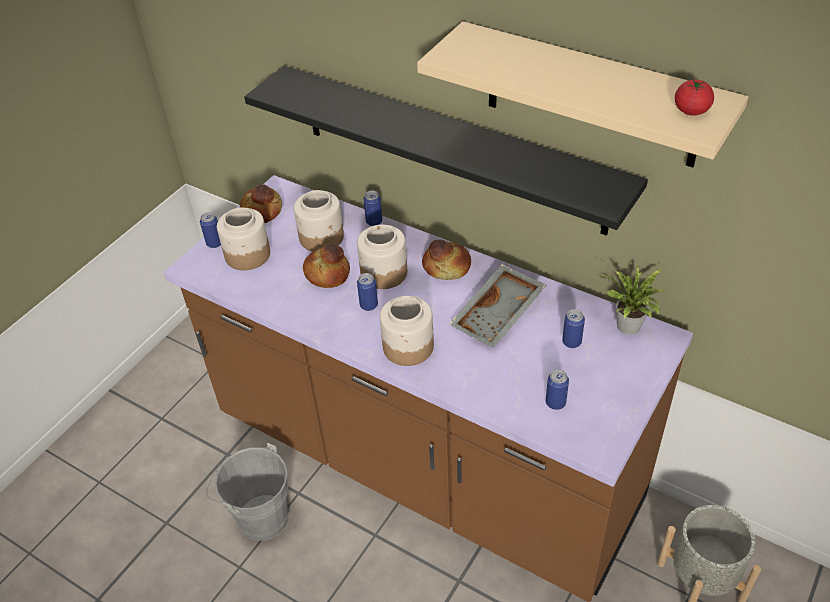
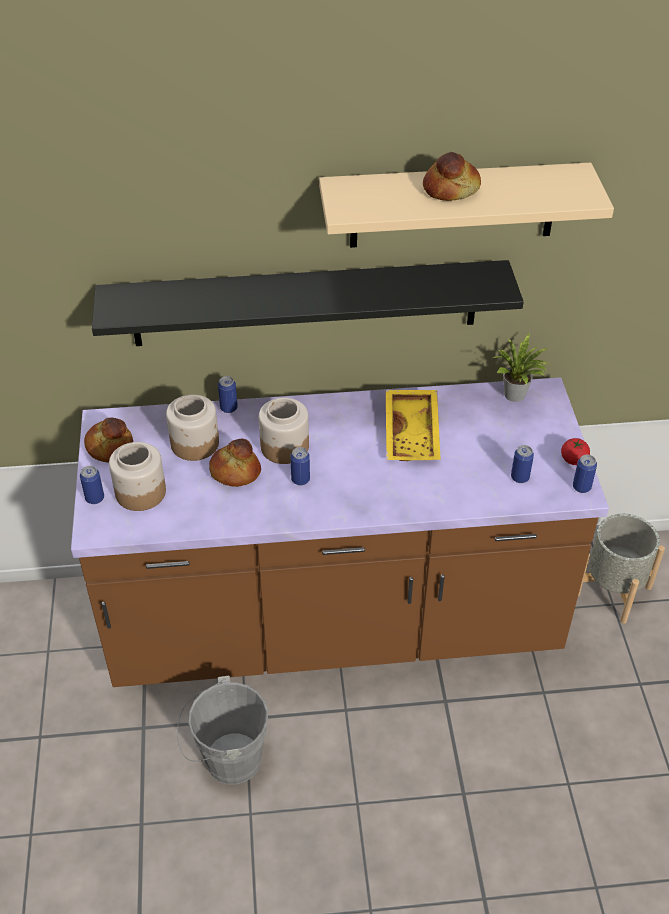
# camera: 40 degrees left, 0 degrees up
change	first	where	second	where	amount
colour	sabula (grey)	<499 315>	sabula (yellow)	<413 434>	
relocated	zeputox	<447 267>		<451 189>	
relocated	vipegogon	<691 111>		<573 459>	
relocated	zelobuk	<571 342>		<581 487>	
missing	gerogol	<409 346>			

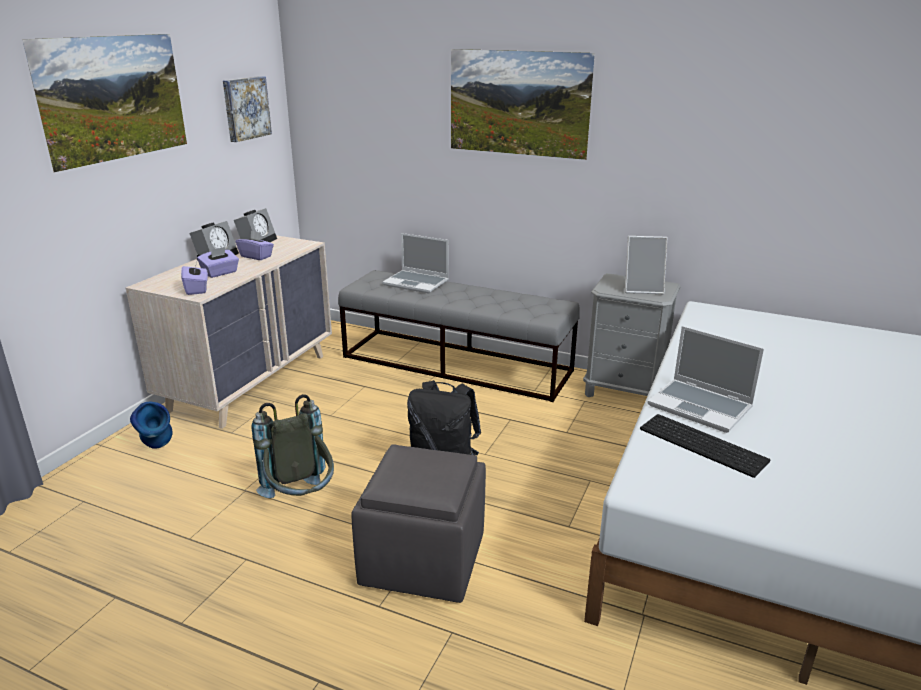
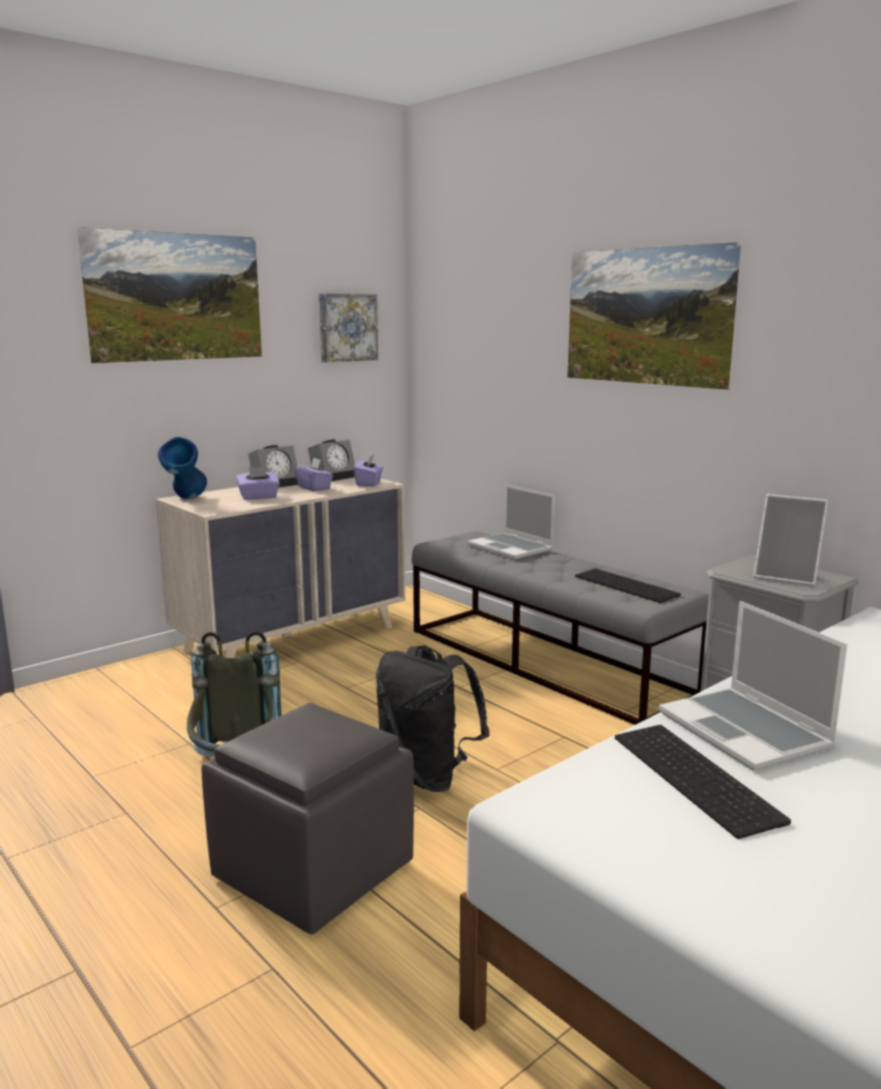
# camera: 25 degrees right, 10 degrees down
change	first	where	second	where	amount
relocated	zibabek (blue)	<158 450>		<186 500>	
relocated	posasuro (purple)	<197 289>		<369 483>	
appeared			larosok	<628 585>	

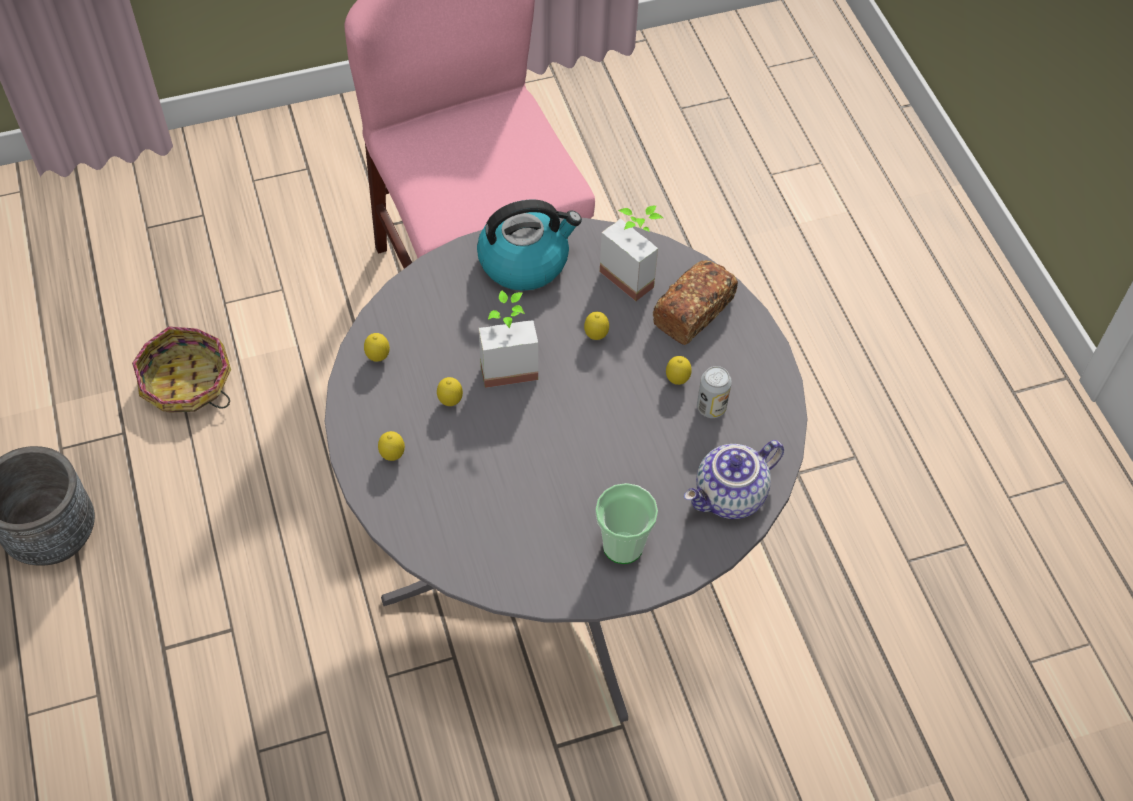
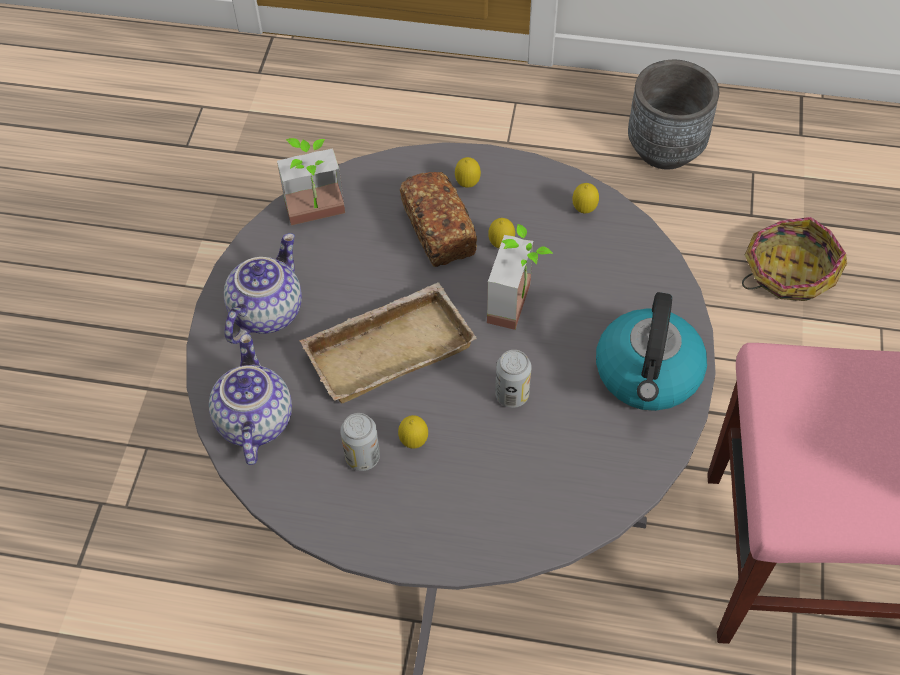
# camera: 120 degrees right, 0 degrees up
change	first	where	second	where	amount
exchanged	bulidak	<623 546>	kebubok	<265 311>	
relocated	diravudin	<634 273>		<317 217>	
appeared			sabula (beige)	<389 347>	
relocated	zeputox	<693 312>		<439 231>	
exchanged	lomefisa	<596 336>	zelobuk	<512 395>	

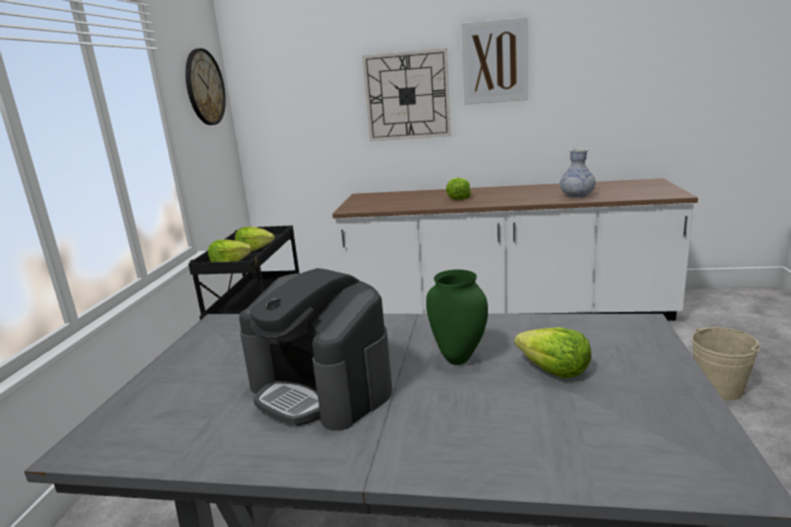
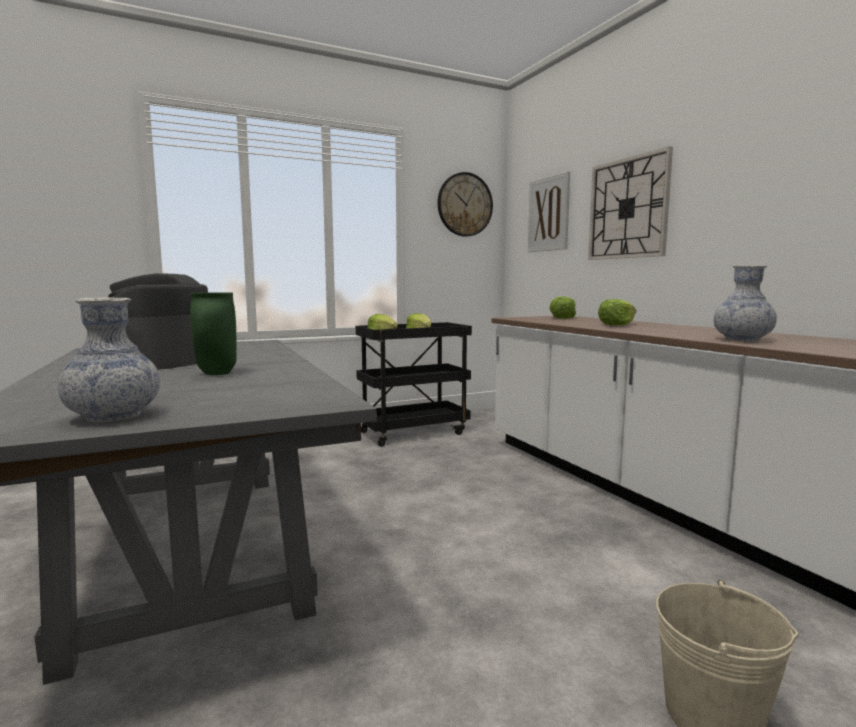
# camera: 55 degrees right, 10 degrees down
change	first	where	second	where	amount
appeared			zibabek	<114 416>	
relocated	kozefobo	<494 62>		<548 214>	
relocated	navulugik	<554 370>		<561 318>	

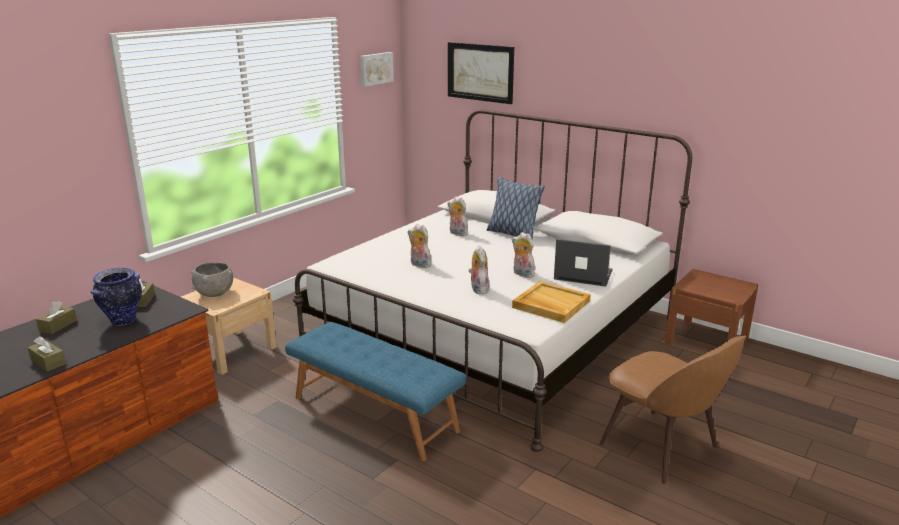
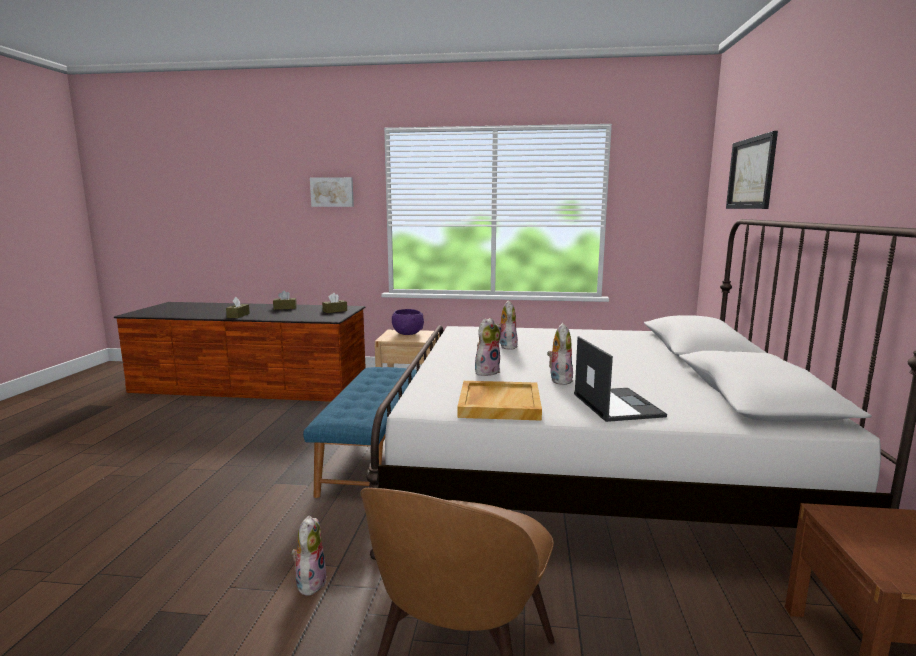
# camera: 60 degrees right, 10 degrees down
change	first	where	second	where	amount
relocated	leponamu	<457 233>		<310 582>	
relocated	kozefobo	<375 68>		<332 192>	
colour	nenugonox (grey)	<215 293>	nenugonox (purple)	<408 333>	
missing	zibabek	<123 321>			
missing	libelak	<512 234>			

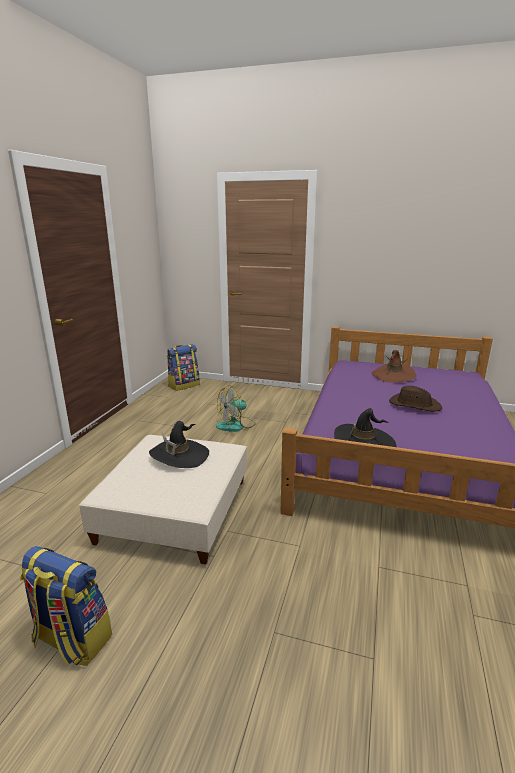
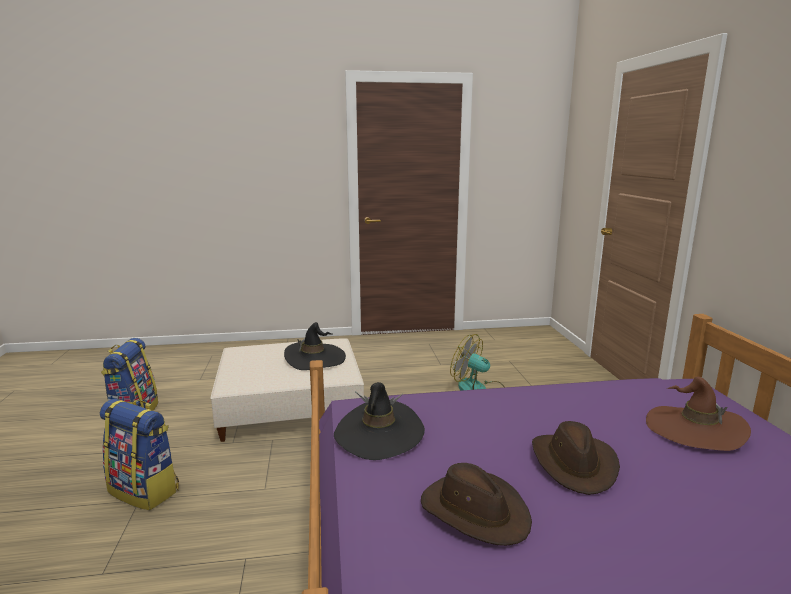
# camera: 65 degrees right, 5 degrees down
change	first	where	second	where	amount
relocated	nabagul	<184 385>		<145 490>	
appeared			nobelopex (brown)	<475 511>	

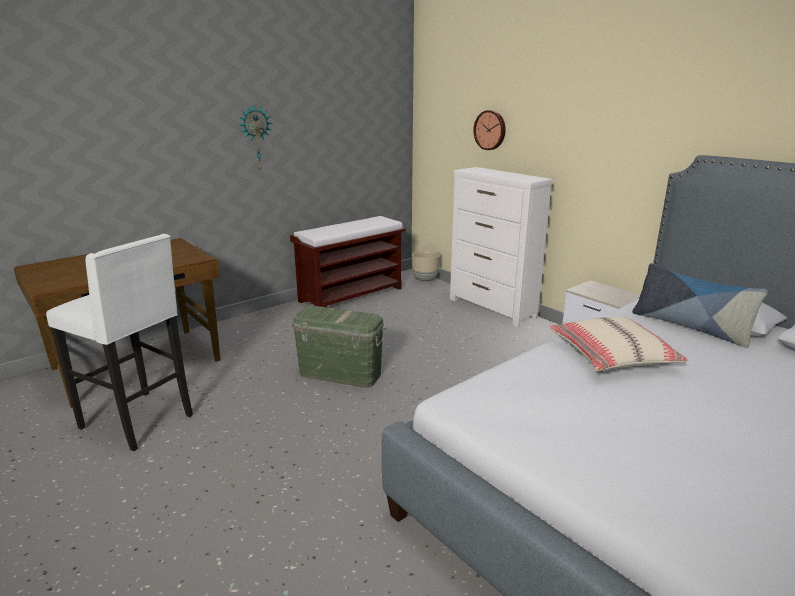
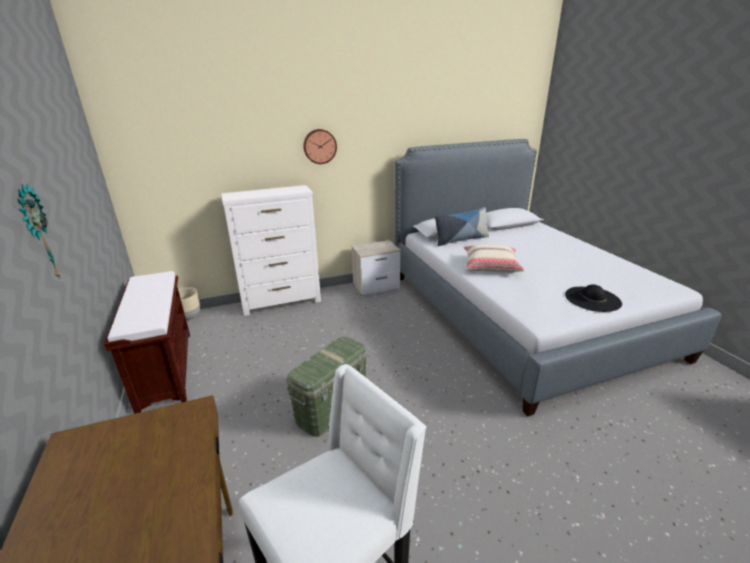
# camera: 70 degrees left, 5 degrees up
change	first	where	second	where	amount
relocated	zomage	<490 130>		<319 146>	
appeared			nobelopex (black)	<592 299>	

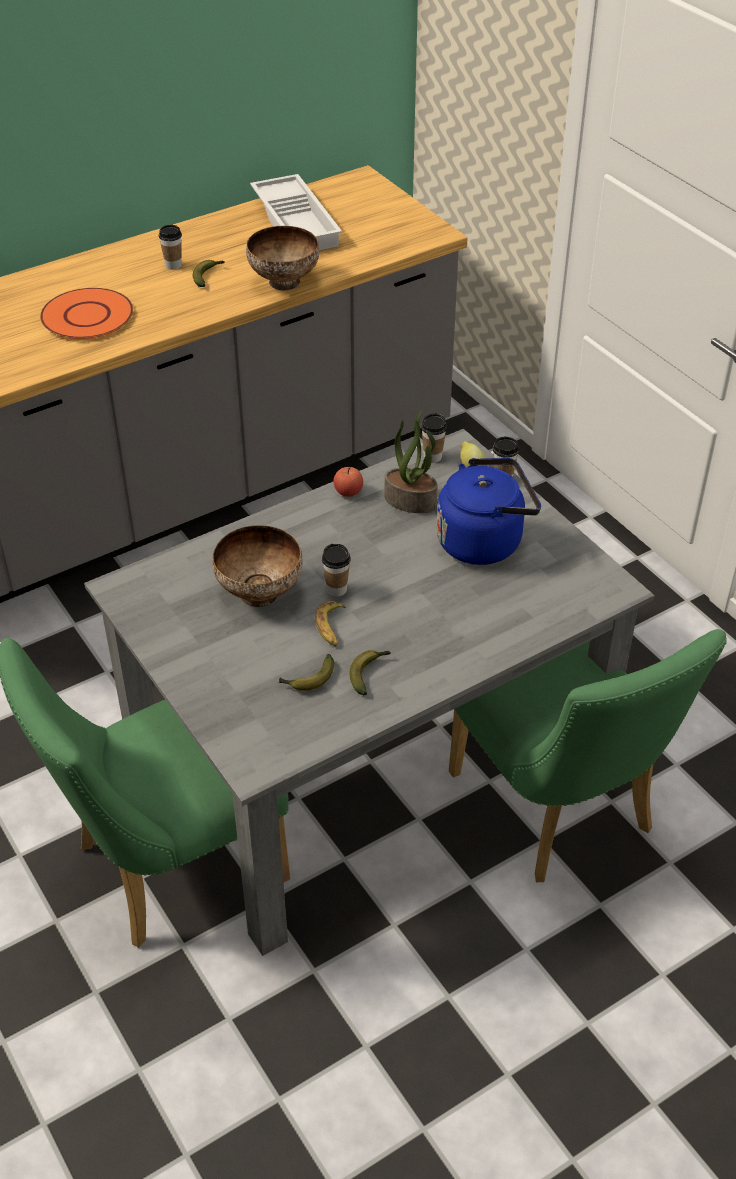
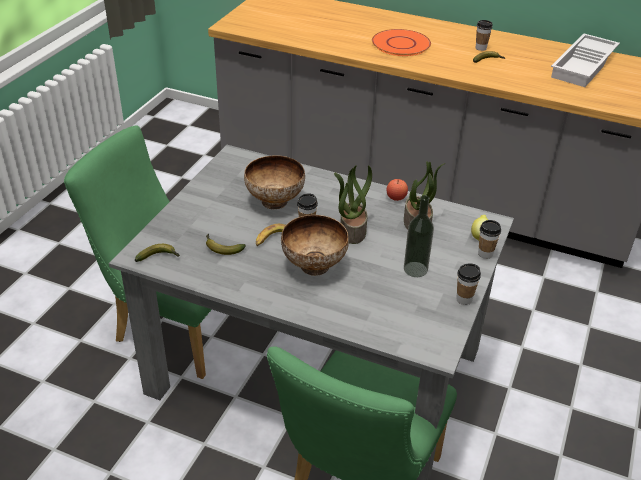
# camera: 55 degrees right, 5 degrees down
change	first	where	second	where	amount
relocated	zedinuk	<369 673>		<159 257>	
relocated	nenugonox	<283 282>		<313 266>	
appeared			diravudin	<352 230>	
exchanged	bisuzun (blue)	<484 541>	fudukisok	<415 269>	
relocated	bulidak	<432 457>		<464 299>	

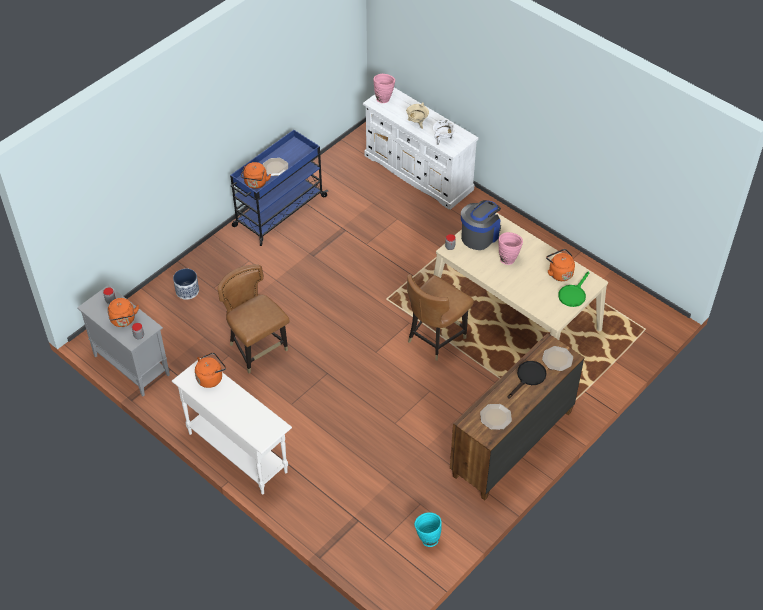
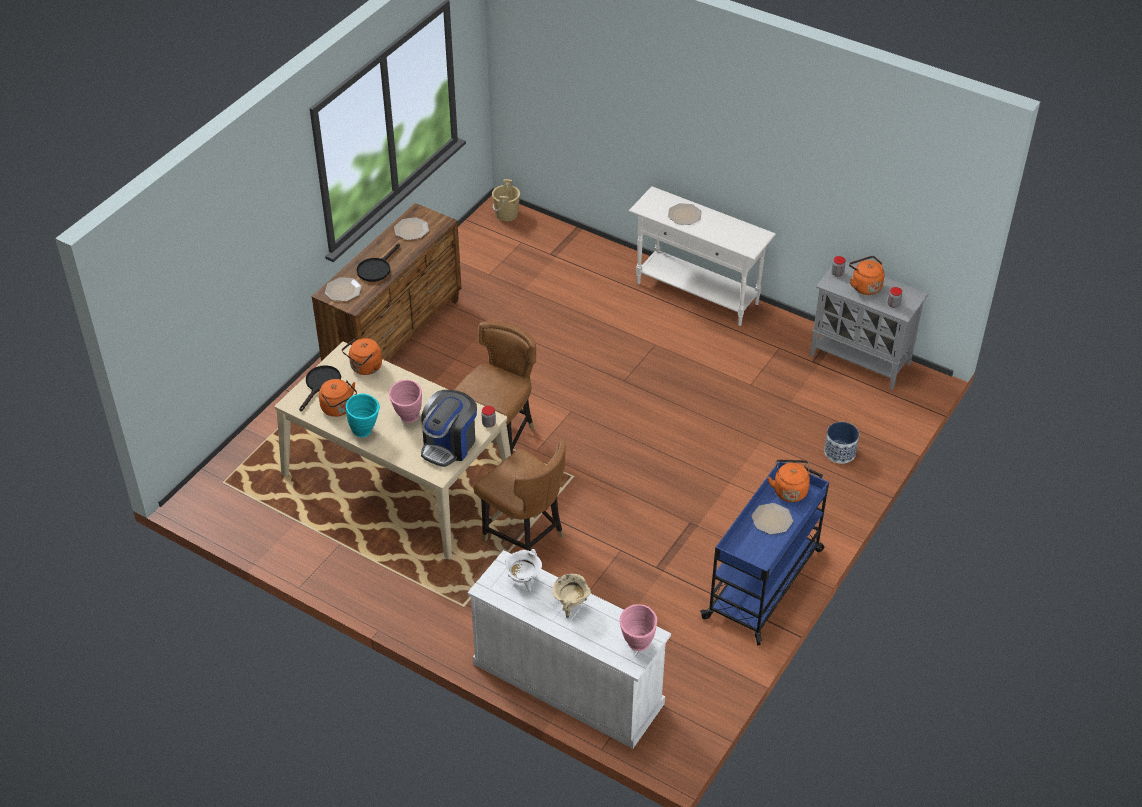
# camera: 170 degrees right, 5 degrees down
change	first	where	second	where	amount
colour	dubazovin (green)	<573 294>	dubazovin (black)	<321 385>	
relocated	bisuzun (orange)	<211 378>		<365 368>	
relocated	zibabek (turquoise)	<427 538>		<366 432>	
relocated	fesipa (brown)	<257 349>		<524 536>	
appeared			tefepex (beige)	<506 214>	
appeared			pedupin	<684 215>	

